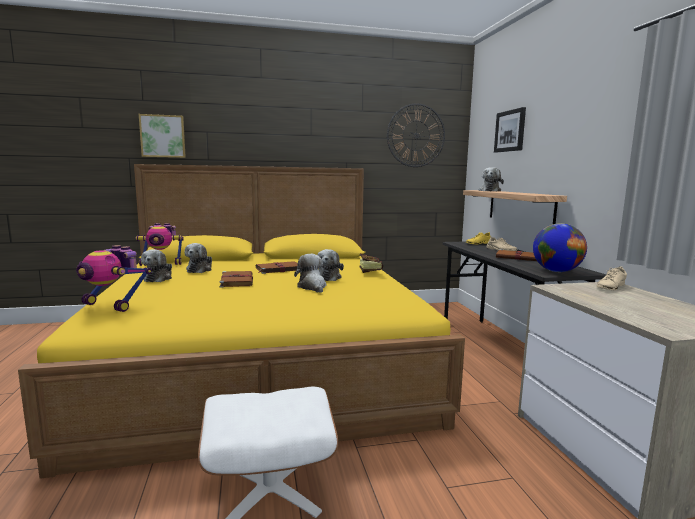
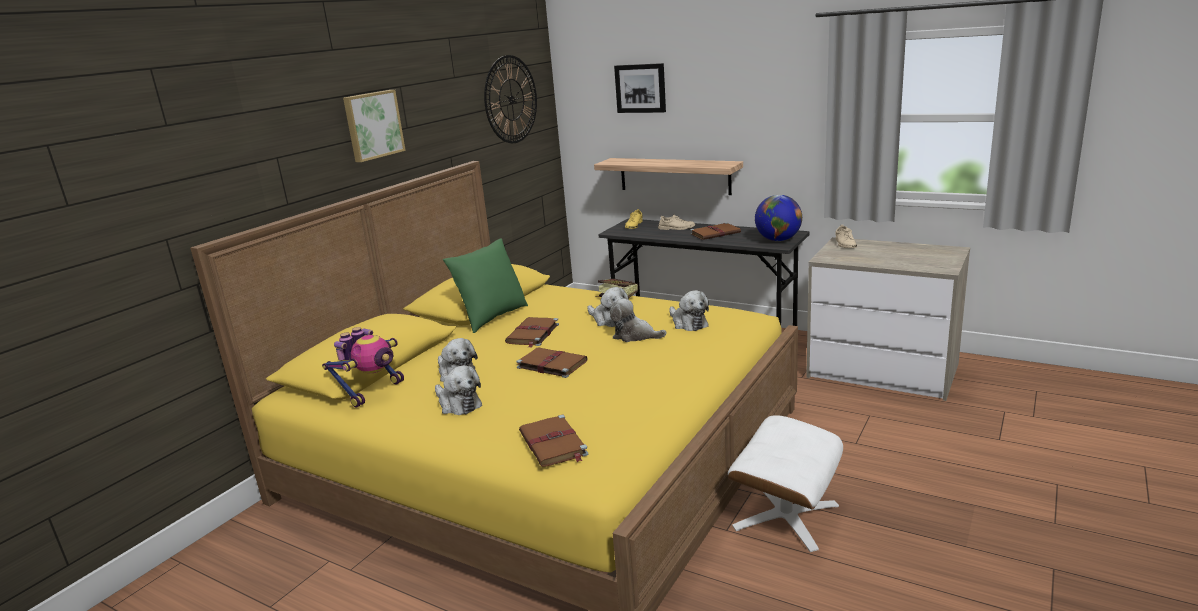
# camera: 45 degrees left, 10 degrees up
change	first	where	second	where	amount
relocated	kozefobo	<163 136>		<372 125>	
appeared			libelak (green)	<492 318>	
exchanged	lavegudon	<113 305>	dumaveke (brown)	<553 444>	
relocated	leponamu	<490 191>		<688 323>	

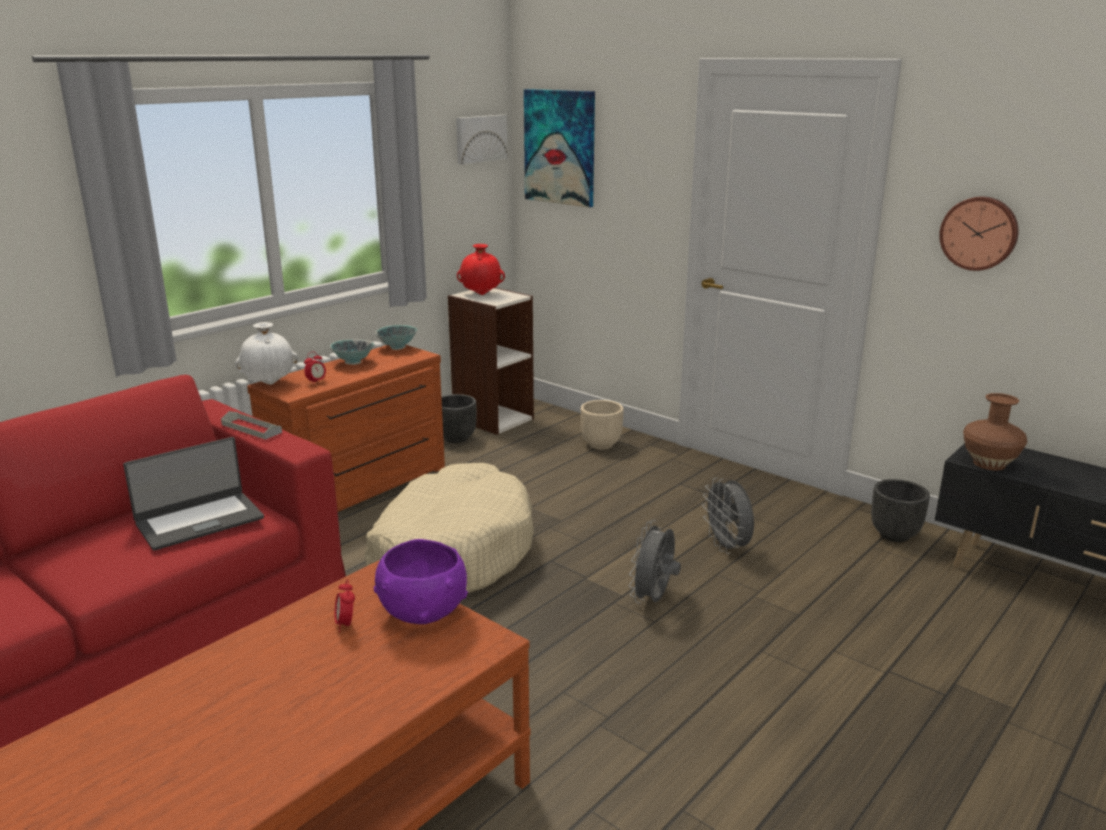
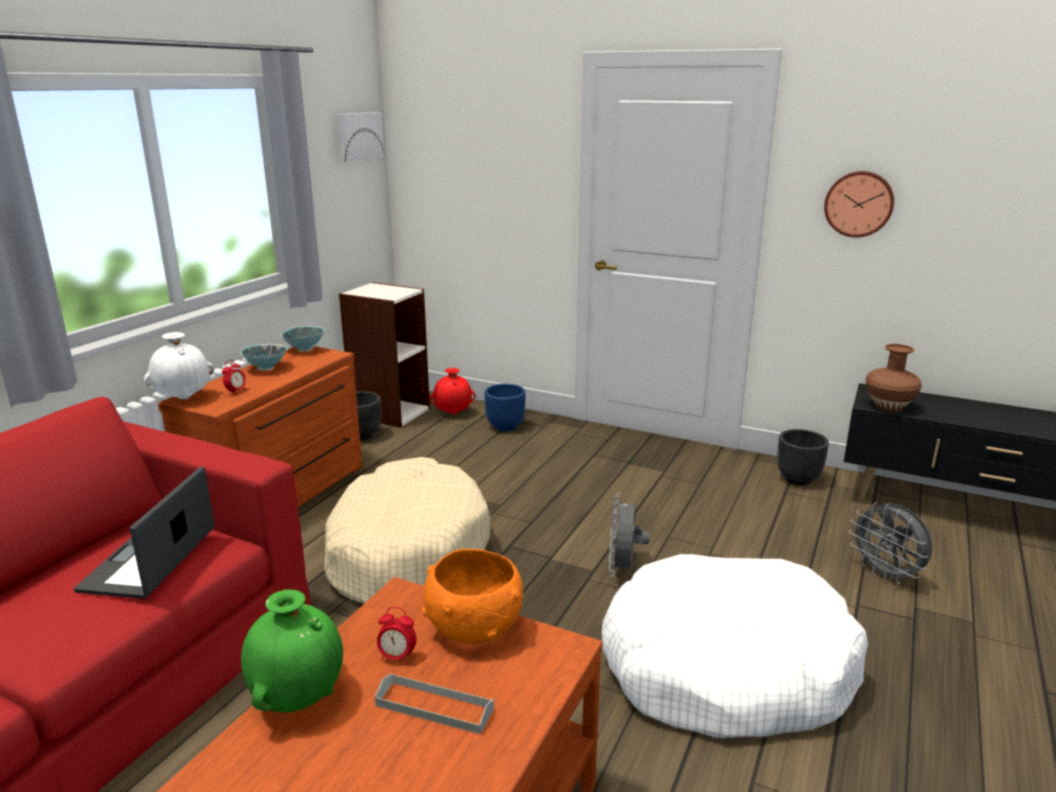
# camera: 15 degrees left, 0 degrees up
change	first	where	second	where	amount
spun	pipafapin	<199 520>		<151 560>	150 degrees clockwise
appeared			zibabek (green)	<299 698>	
relocated	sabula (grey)	<251 428>		<434 707>	
spun	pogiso	<346 624>		<397 657>	45 degrees counterclockwise
colour	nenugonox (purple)	<424 612>	nenugonox (orange)	<475 628>	
relocated	zibabek (red)	<481 294>		<453 413>	
colour	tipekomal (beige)	<601 445>	tipekomal (blue)	<505 426>	
appeared			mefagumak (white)	<725 668>	
relocated	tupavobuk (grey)	<727 547>		<886 575>	
missing	kozefobo	<560 147>			

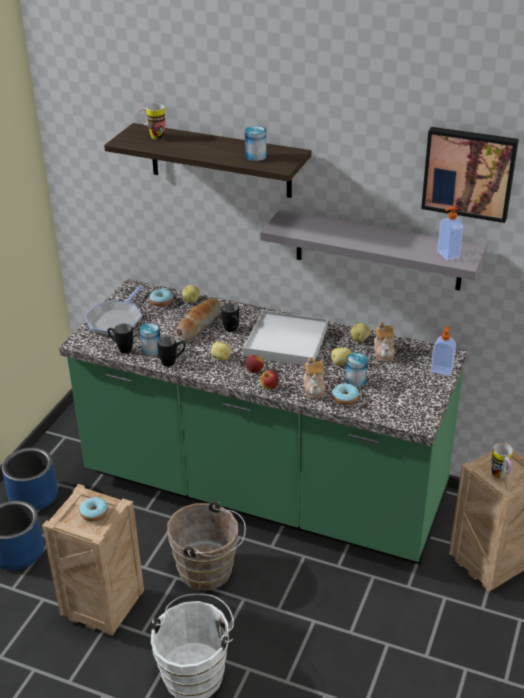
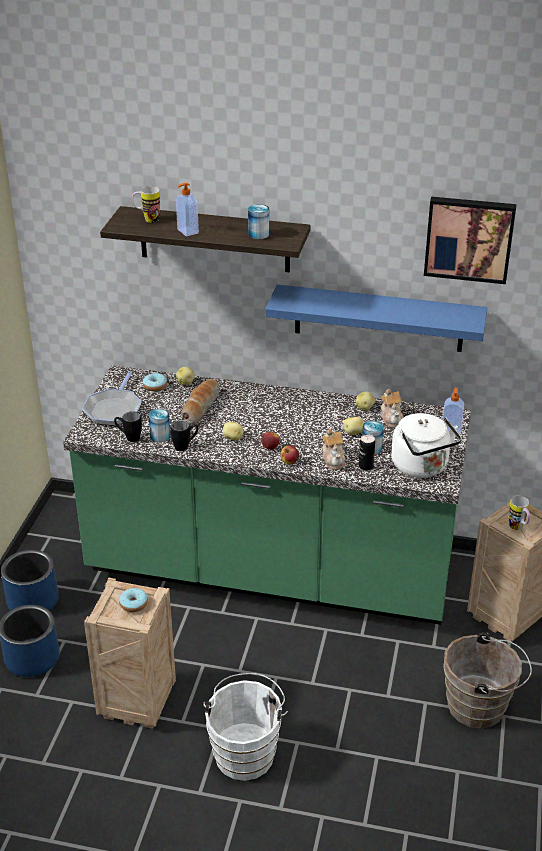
# camera: 10 degrees left, 0 degrees up
change	first	where	second	where	amount
relocated	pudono	<447 255>		<187 231>	
colour	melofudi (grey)	<378 250>	melofudi (blue)	<378 318>	
exchanged	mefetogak	<345 398>	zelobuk	<366 466>	
appeared			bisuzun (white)	<422 467>	
relocated	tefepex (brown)	<209 571>		<481 707>	
missing	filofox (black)	<232 330>			
missing	sabula (white)	<286 342>			

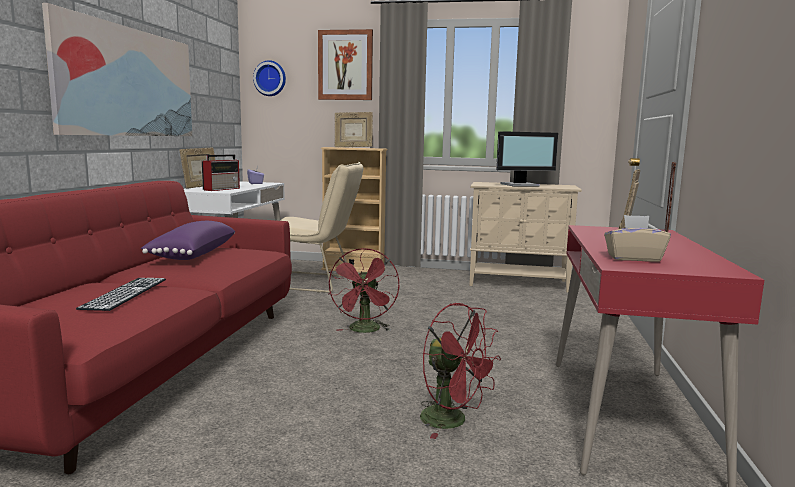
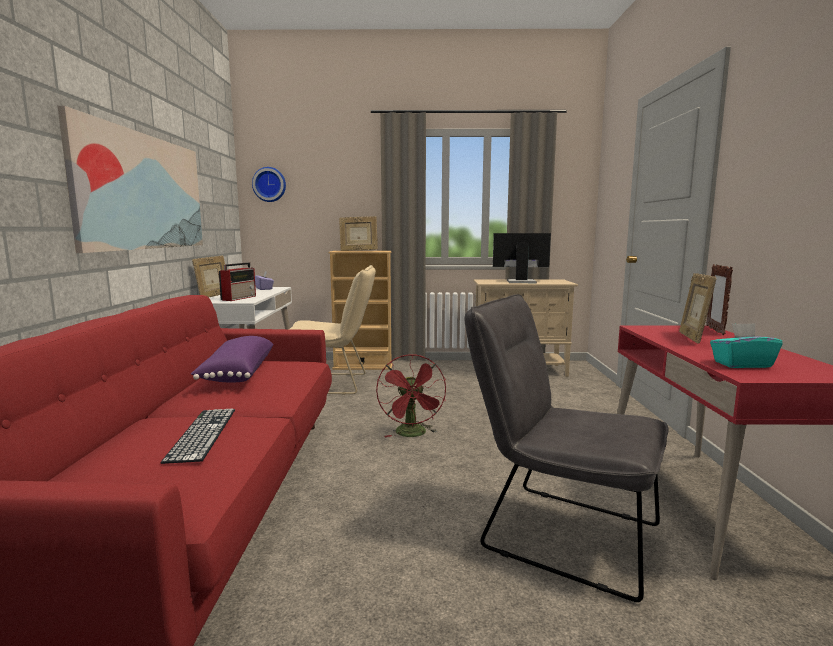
# camera: 10 degrees left, 0 degrees up
change	first	where	second	where	amount
exchanged	tupavobuk (red)	<453 421>	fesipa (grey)	<558 532>	
spun	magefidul	<521 185>		<520 281>	150 degrees counterclockwise
colour	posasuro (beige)	<633 258>	posasuro (turquoise)	<741 364>	
missing	kozefobo	<345 65>			

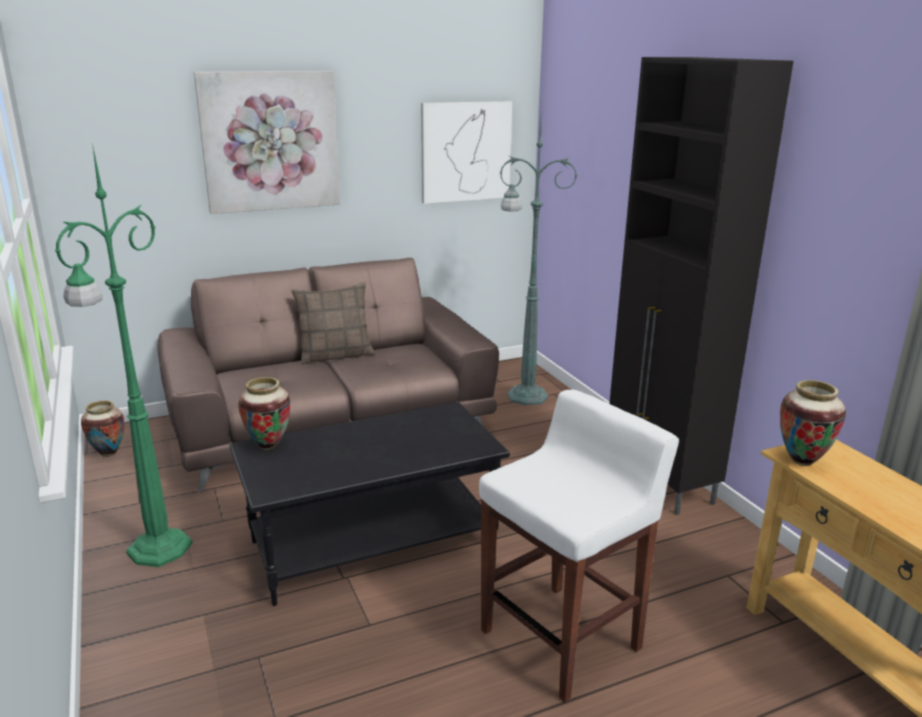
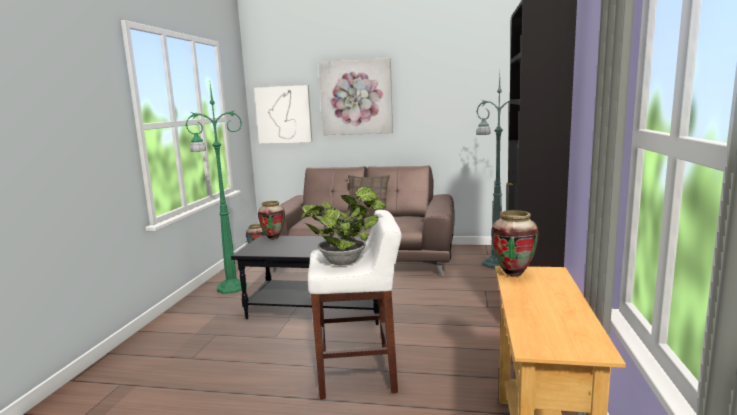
# camera: 35 degrees right, 10 degrees down
change	first	where	second	where	amount
relocated	kozefobo	<465 151>		<283 114>	
appeared			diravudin	<346 261>	

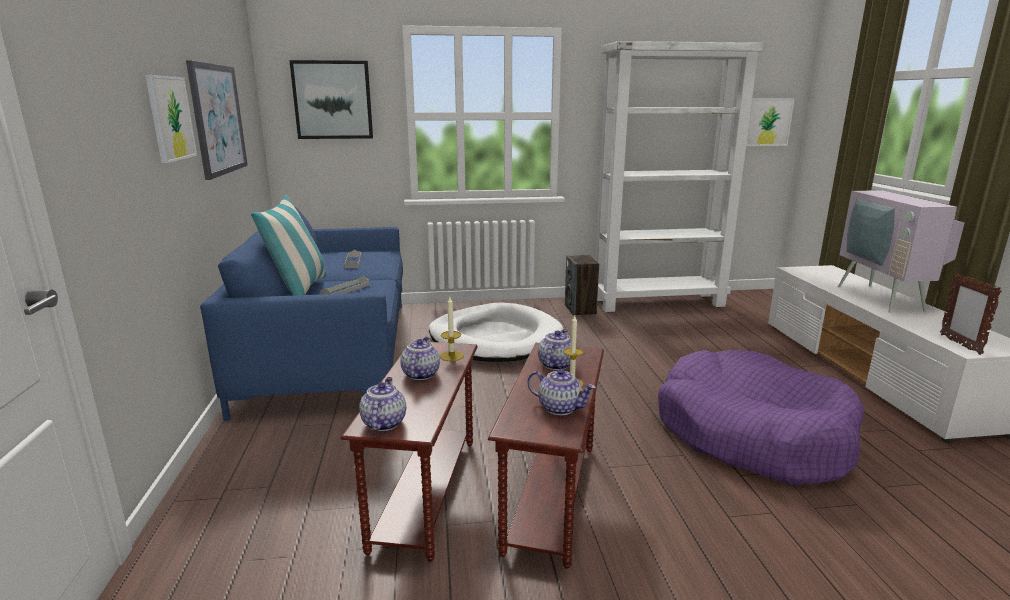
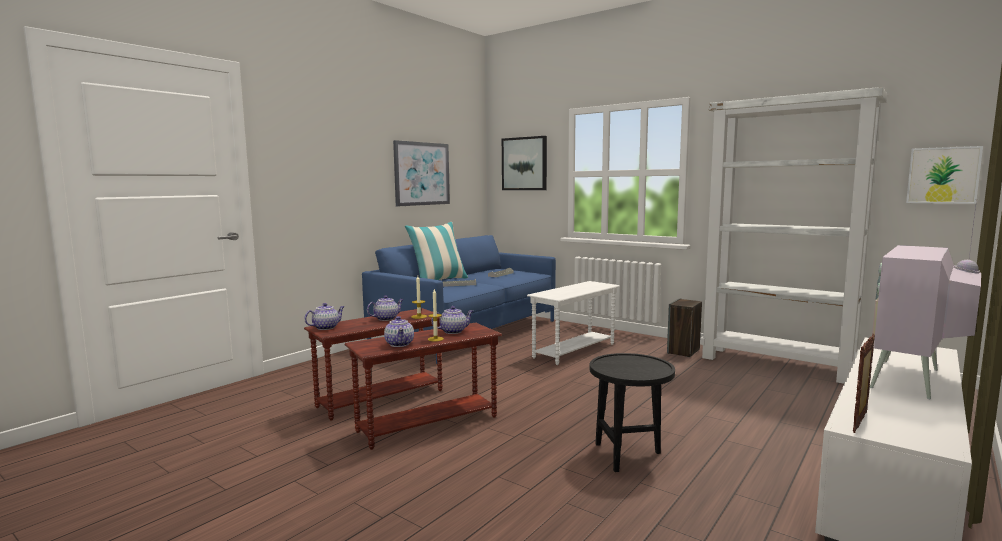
# camera: 45 degrees right, 10 degrees down
change	first	where	second	where	amount
exchanged	mefagumak (white)	<495 338>	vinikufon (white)	<574 351>	
exchanged	mefagumak (purple)	<751 434>	vinikufon (black)	<629 455>	
missing	kozefobo	<170 118>			

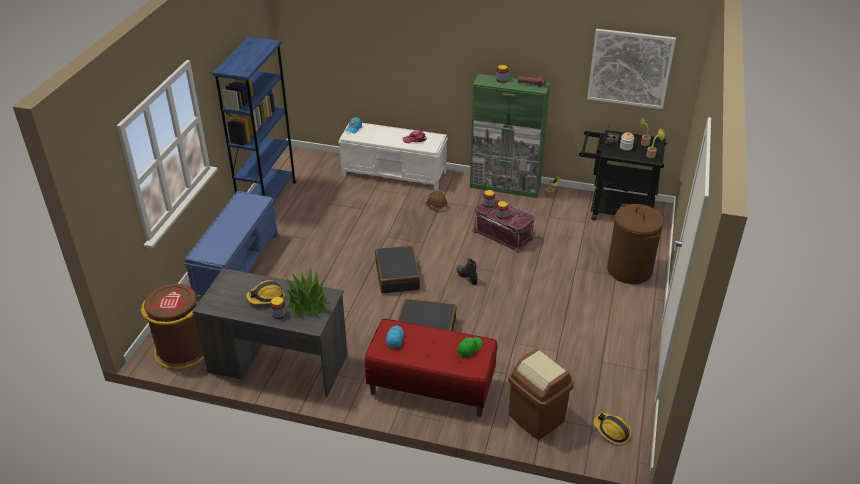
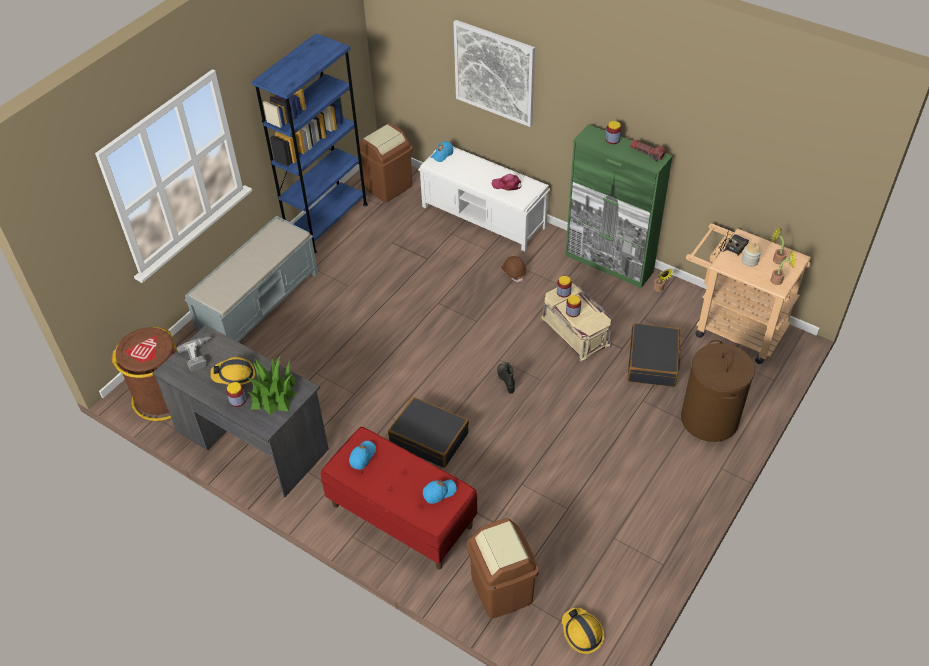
# camera: 20 degrees right, 10 degrees up
change	first	where	second	where	amount
appeared			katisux	<199 355>	
colour	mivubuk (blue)	<238 265>	mivubuk (grey)	<260 303>	
appeared			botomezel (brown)	<388 186>	
colour	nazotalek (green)	<469 348>	nazotalek (blue)	<439 492>	
relocated	kozefobo	<630 68>		<494 73>	
colour	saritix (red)	<503 234>	saritix (beige)	<576 331>	
relocated	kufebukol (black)	<398 276>		<653 362>	
colour	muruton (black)	<614 210>	muruton (beige)	<732 327>	

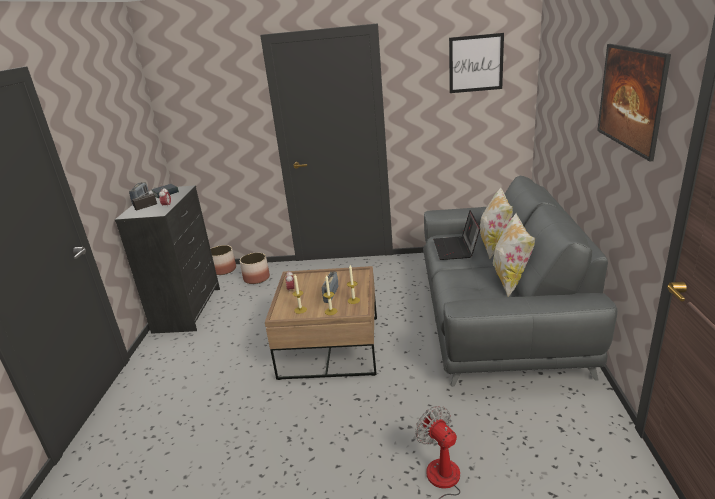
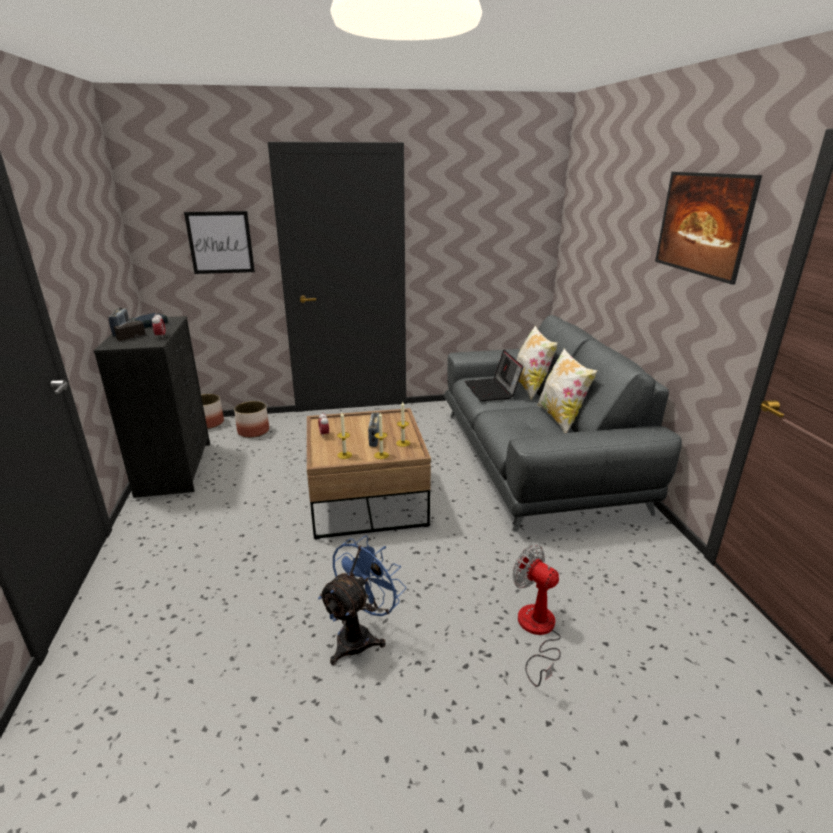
# camera: 15 degrees left, 0 degrees up
change	first	where	second	where	amount
relocated	kozefobo	<475 63>		<220 242>	
appeared			tupavobuk (blue)	<360 636>	

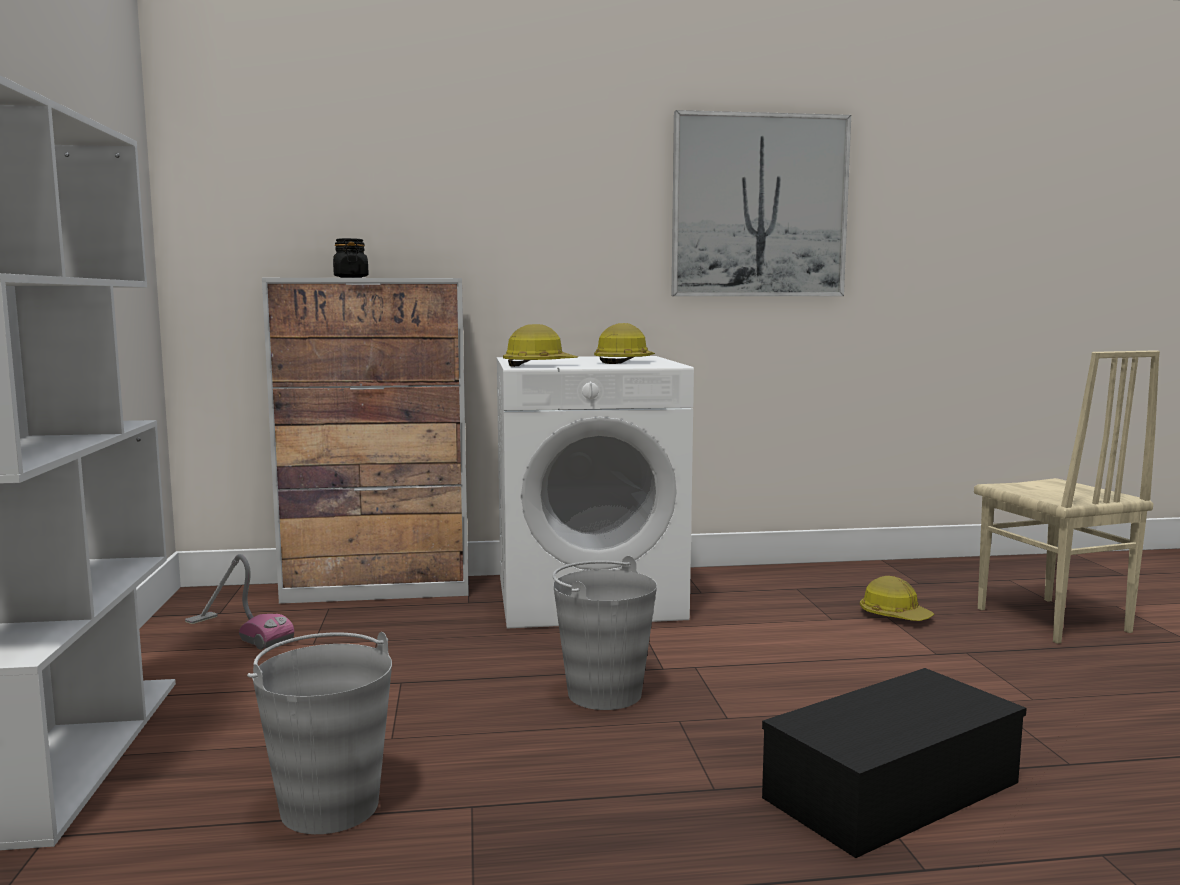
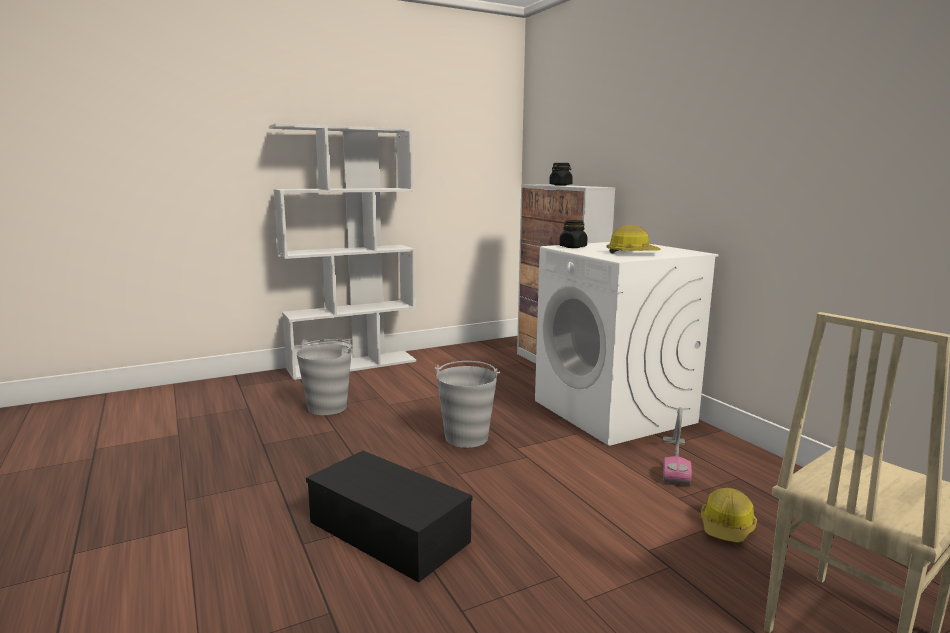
# camera: 70 degrees right, 5 degrees up
change	first	where	second	where	amount
exchanged	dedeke	<538 365>	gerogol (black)	<573 247>	
relocated	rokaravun	<238 631>		<675 461>	
missing	kozefobo	<759 206>			

